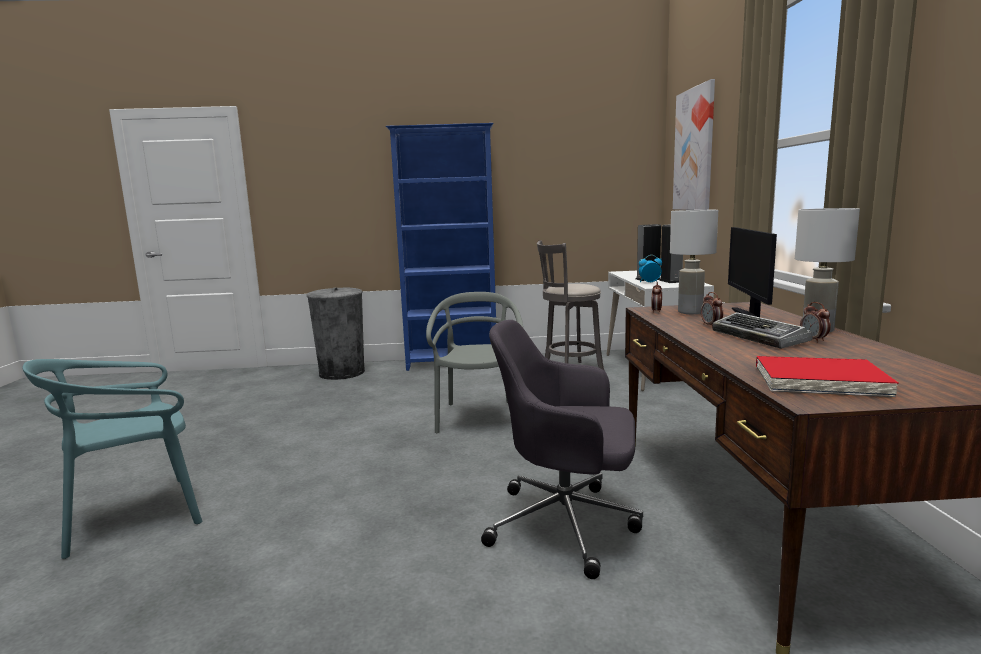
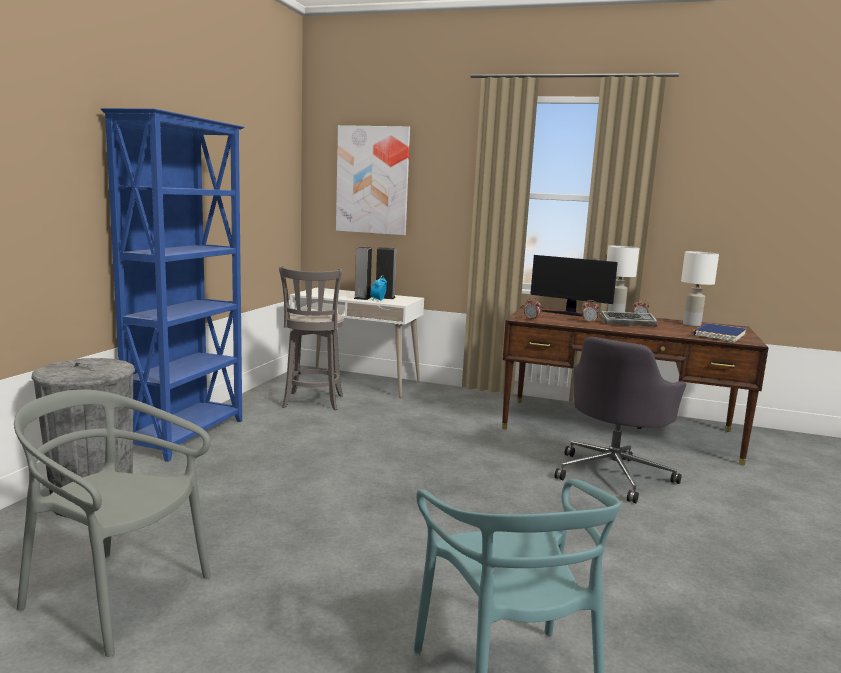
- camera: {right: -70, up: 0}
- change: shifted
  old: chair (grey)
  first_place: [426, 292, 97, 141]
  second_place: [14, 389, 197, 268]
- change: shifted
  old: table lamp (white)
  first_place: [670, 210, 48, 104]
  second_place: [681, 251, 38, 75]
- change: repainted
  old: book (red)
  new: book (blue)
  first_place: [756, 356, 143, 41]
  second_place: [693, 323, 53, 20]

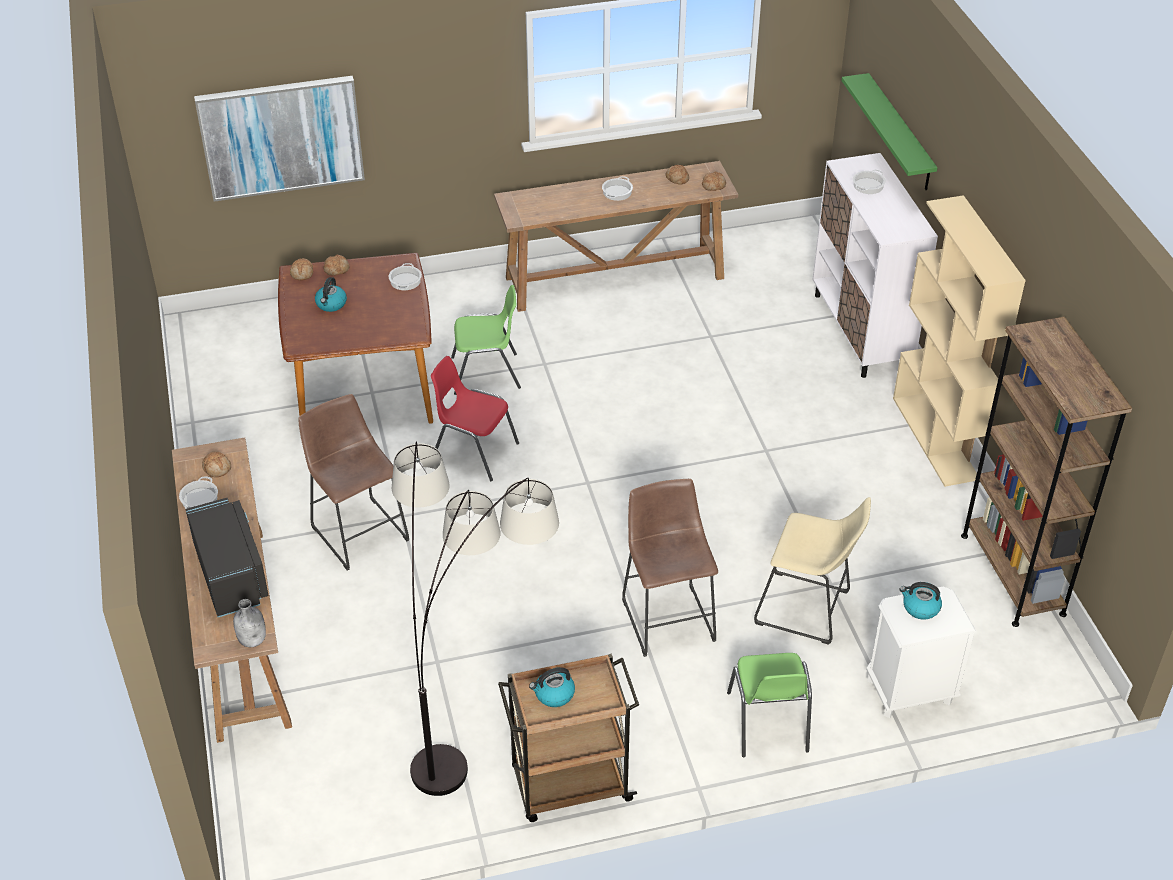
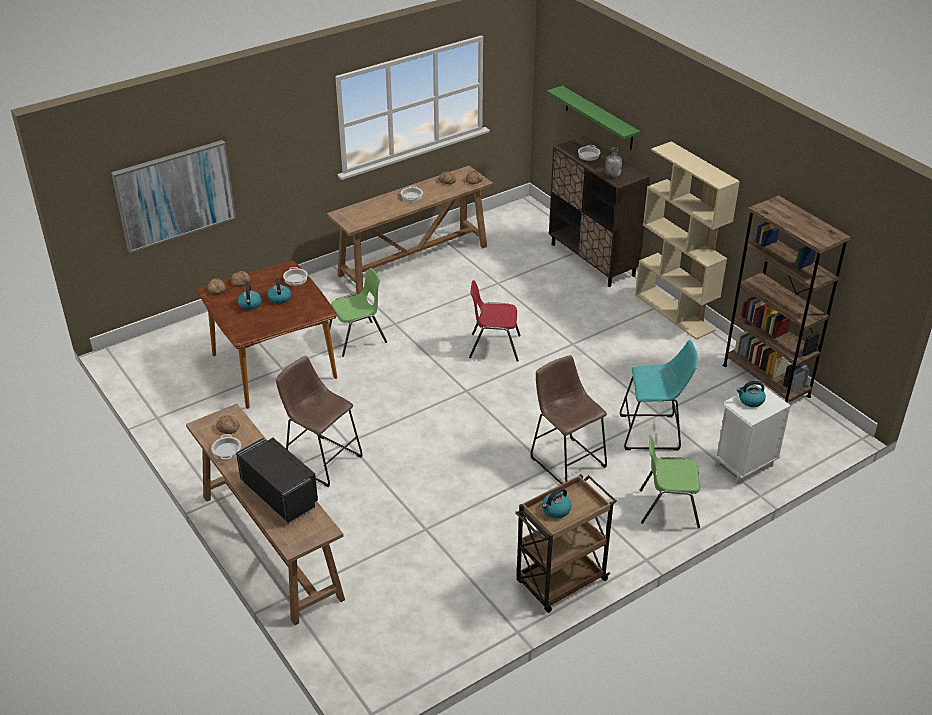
- camera: {right: -20, up: -5}
- change: gone
  old: floor lamp
  first_place: [392, 441, 167, 355]
- change: new
  new: kettle
  second_place: [267, 278, 24, 26]
- change: shifted
  old: bottle (grey)
  first_place: [233, 599, 33, 48]
  second_place: [605, 147, 17, 31]
- change: shifted
  old: chair (red)
  first_place: [431, 356, 88, 125]
  second_place: [469, 280, 52, 82]
- change: repainted
  old: stool (beige)
  new: stool (turquoise)
  first_place: [754, 497, 117, 148]
  second_place: [620, 340, 78, 111]
- change: repainted
  old: cabinet (white)
  new: cabinet (brown)
  first_place: [812, 153, 126, 225]
  second_place: [549, 136, 101, 151]
- change: rotated
  old: chair (green)
  first_place: [727, 653, 85, 104]
  second_place: [639, 435, 61, 93]
  degrees: 120

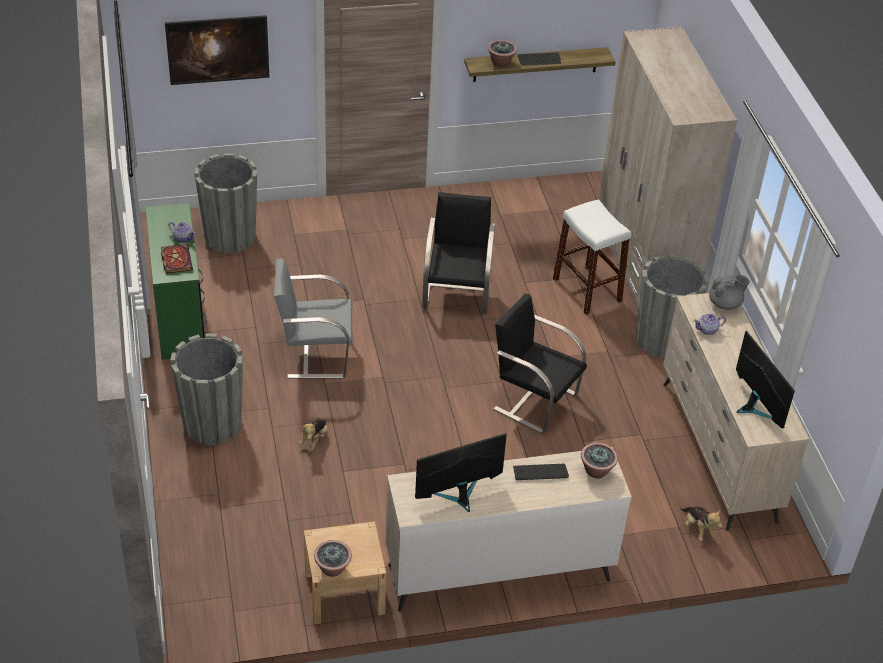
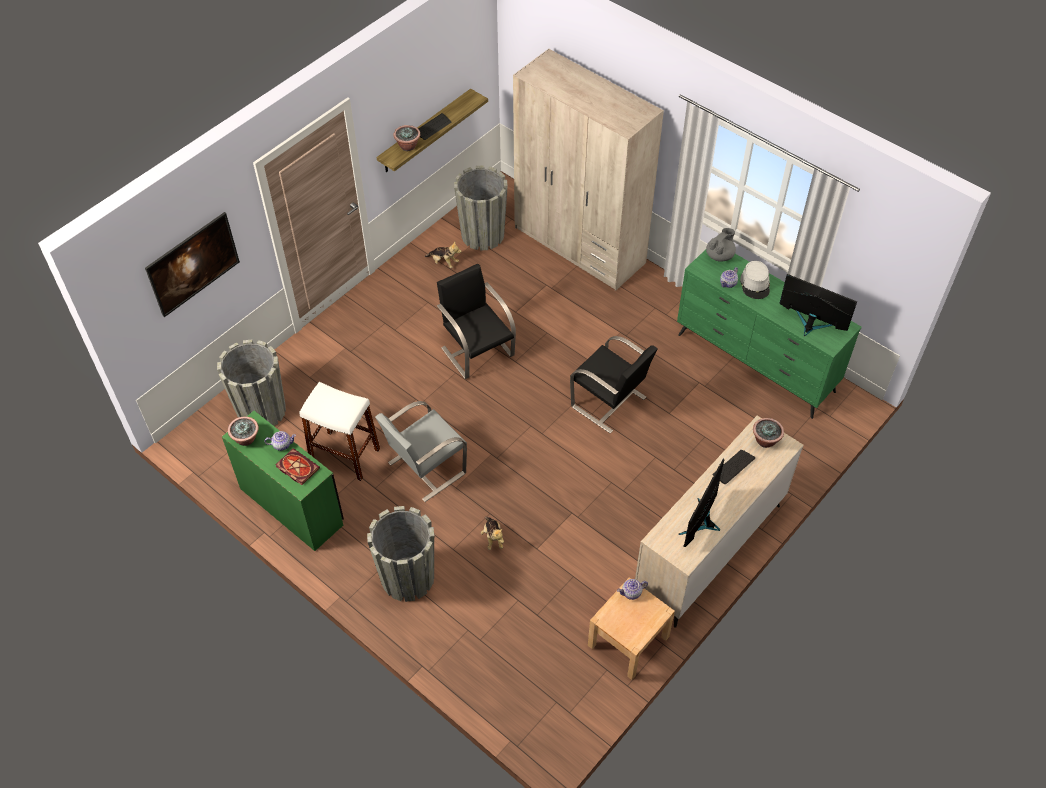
- camera: {right: -35, up: 10}
- change: new
  new: teapot
  second_place: [617, 579, 31, 21]
- change: new
  new: hat (grey)
  second_place: [740, 261, 30, 38]
- change: shifted
  old: potted plant
  first_place: [314, 540, 38, 37]
  second_place: [228, 416, 31, 30]
- change: shifted
  old: stool (white)
  first_place: [553, 199, 78, 116]
  second_place: [299, 382, 81, 99]
- change: shifted
  old: planter (grey)
  first_place: [636, 254, 73, 105]
  second_place: [454, 165, 54, 86]
- change: shifted
  old: plush toy
  first_place: [681, 507, 42, 34]
  second_place: [425, 242, 37, 26]
- change: repainted
  old: dresser (beige)
  new: dresser (green)
  first_place: [663, 293, 146, 238]
  second_place: [677, 250, 185, 169]
- change: rotated
  old: chair (black)
  first_place: [493, 294, 94, 140]
  second_place: [570, 336, 87, 97]
  degrees: -135

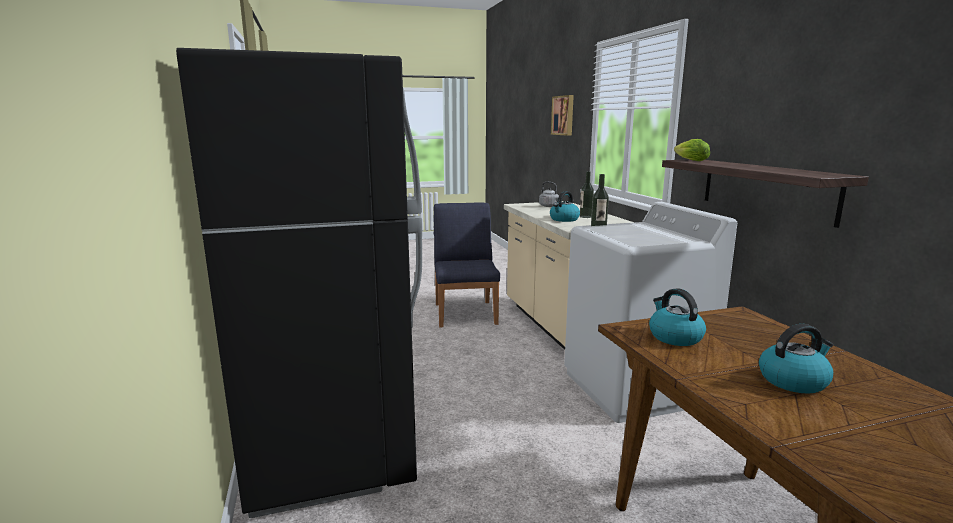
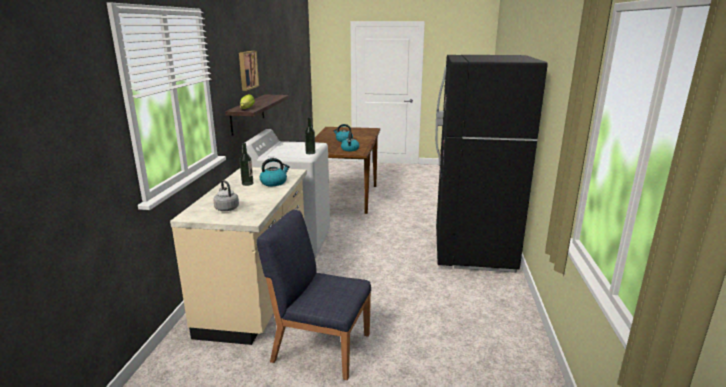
- camera: {right: -155, up: 5}
- change: shifted
  old: picture
  first_place: [551, 95, 23, 41]
  second_place: [239, 51, 20, 40]
- change: rotated
  old: chair (blue)
  first_place: [434, 202, 66, 125]
  second_place: [257, 209, 114, 171]
  degrees: 90

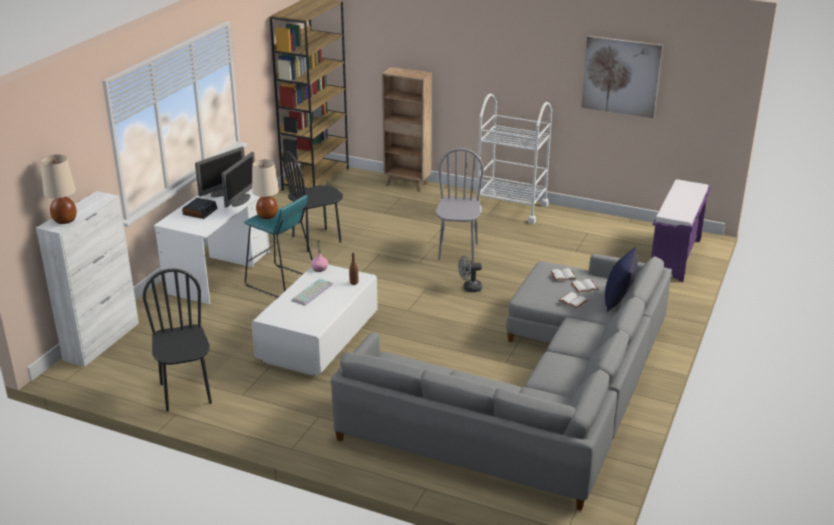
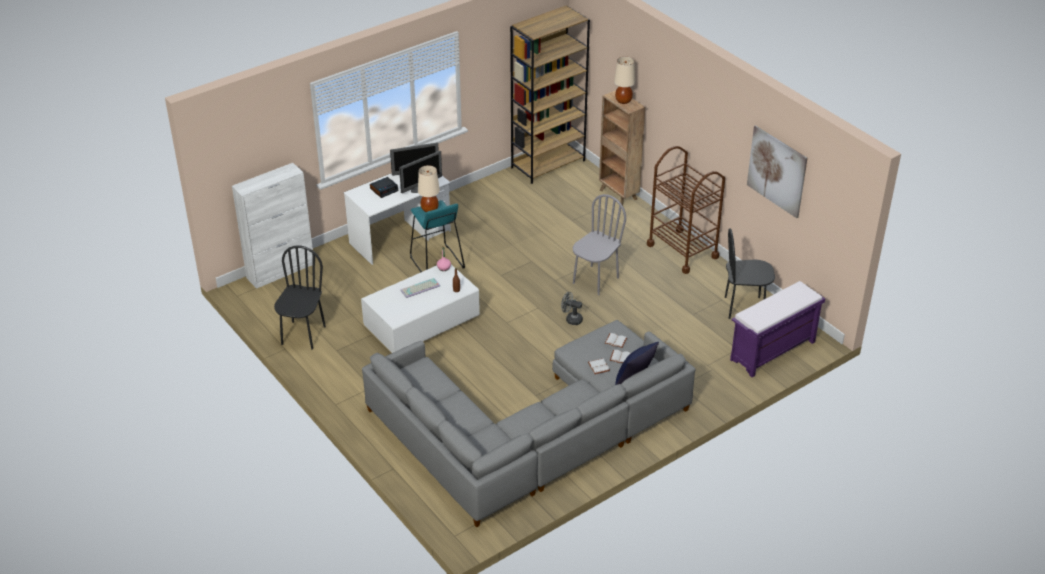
- camera: {right: 30, up: 10}
- change: shifted
  old: table lamp (beige)
  first_place: [41, 155, 36, 69]
  second_place: [614, 57, 21, 47]
- change: shifted
  old: chair (black)
  first_place: [283, 151, 60, 101]
  second_place: [725, 228, 50, 91]
- change: repainted
  old: cart (white)
  new: cart (brown)
  first_place: [477, 93, 75, 131]
  second_place: [647, 146, 78, 128]

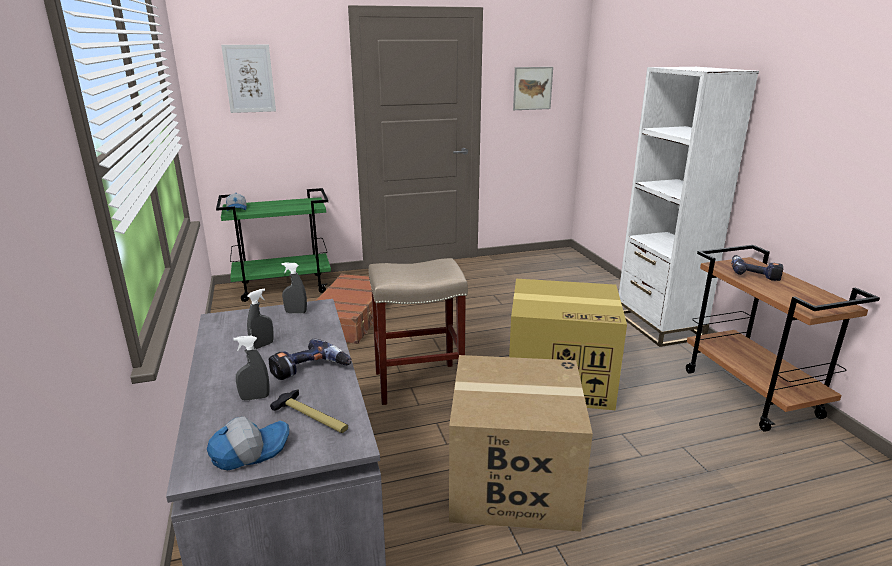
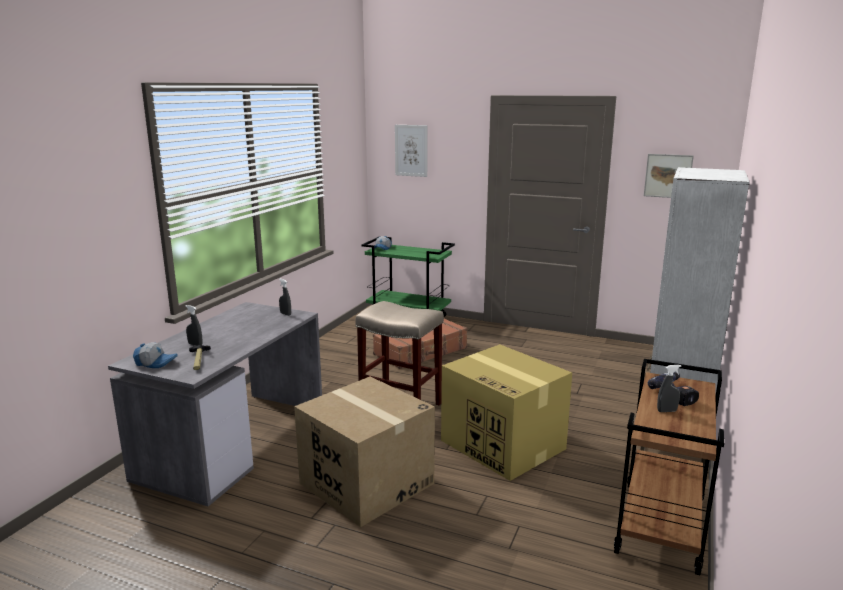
- camera: {right: 40, up: -5}
- change: gone
  old: power drill
  first_place: [269, 339, 83, 41]
- change: shifted
  old: spray bottle (grey)
  first_place: [247, 289, 27, 60]
  second_place: [657, 365, 25, 47]

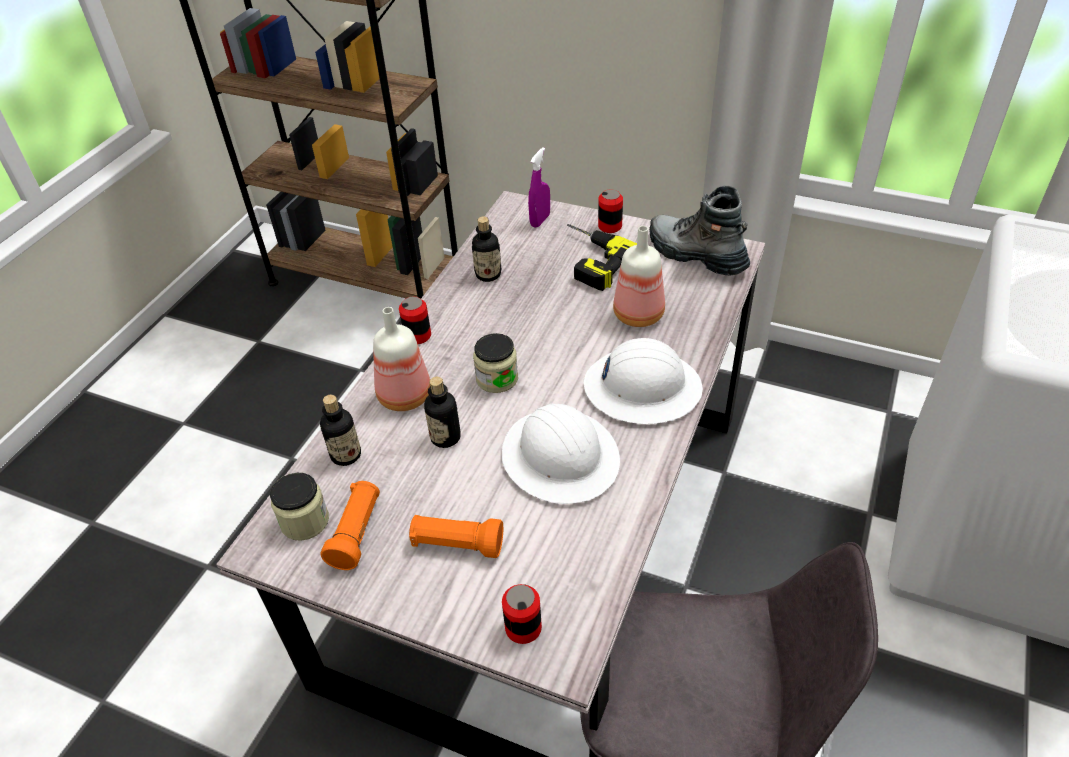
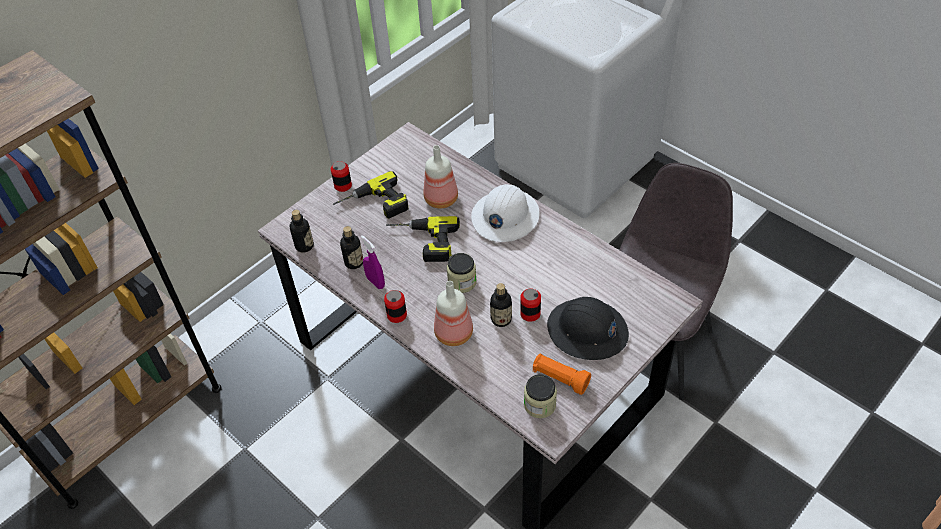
- camera: {right: -70, up: 5}
- change: gone
  old: hard hat (white)
  first_place: [502, 404, 118, 100]
- change: gone
  old: boot
  first_place: [649, 186, 101, 90]
- change: new
  new: power drill
  second_place: [386, 216, 74, 46]
- change: shifted
  old: bottle
  first_place: [320, 395, 41, 71]
  second_place: [289, 210, 25, 43]
- change: shifted
  old: can
  first_place: [502, 584, 40, 60]
  second_place: [520, 288, 21, 34]
- change: shifted
  old: spray bottle (purple)
  first_place: [528, 147, 22, 81]
  second_place: [361, 235, 24, 54]
- change: swapped
  old: flashlight (orange)
  new: hard hat (black)
  first_place: [409, 515, 94, 43]
  second_place: [547, 297, 82, 63]

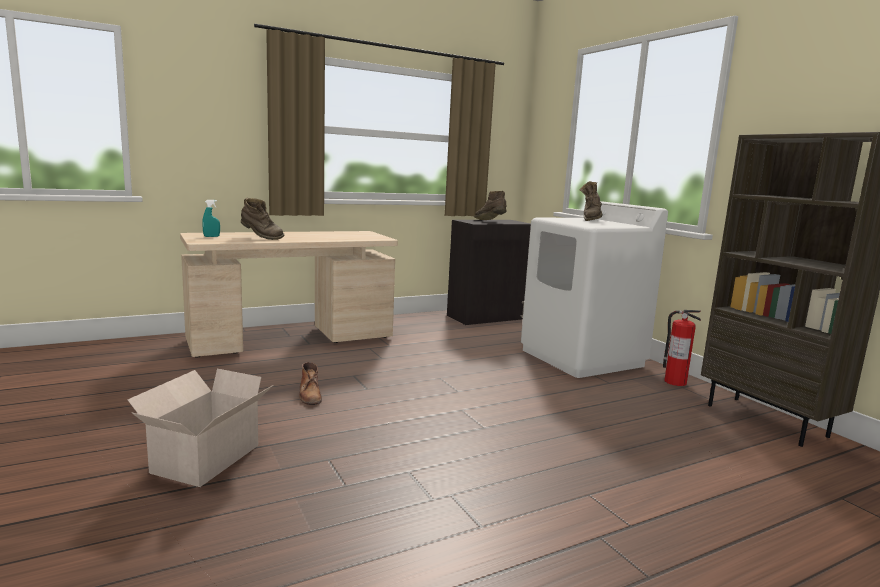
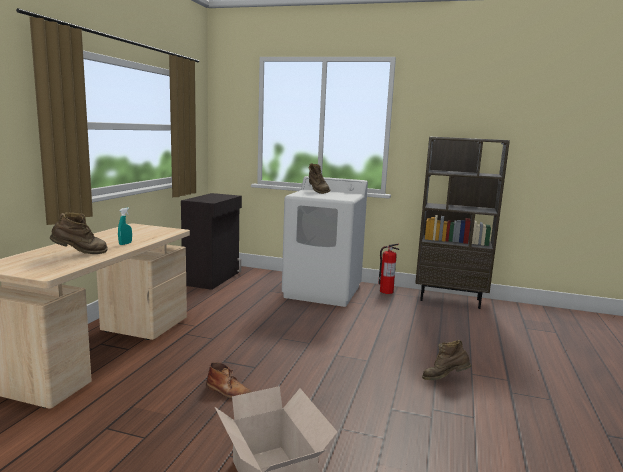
- camera: {right: -45, up: 0}
- change: shifted
  old: spray bottle (turquoise)
  first_place: [203, 200, 17, 37]
  second_place: [118, 208, 14, 37]
- change: shifted
  old: boot (brown)
  first_place: [474, 191, 32, 29]
  second_place: [422, 340, 50, 40]

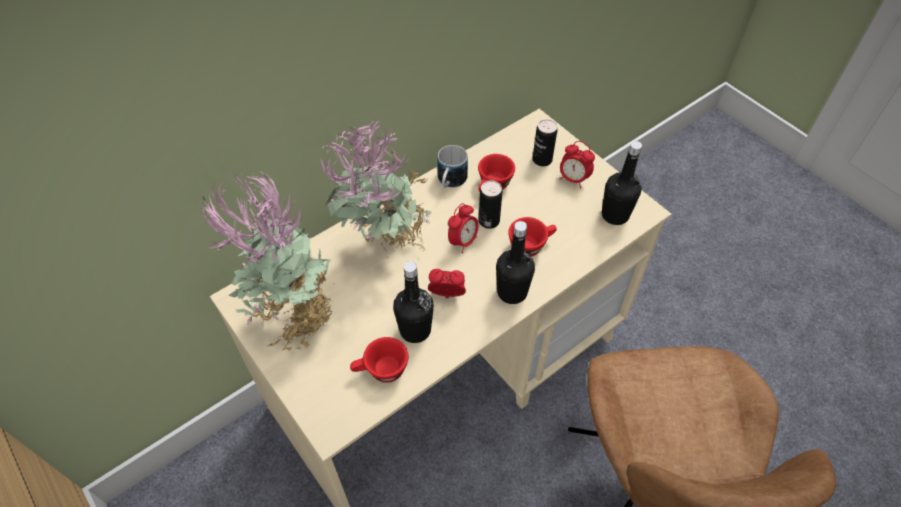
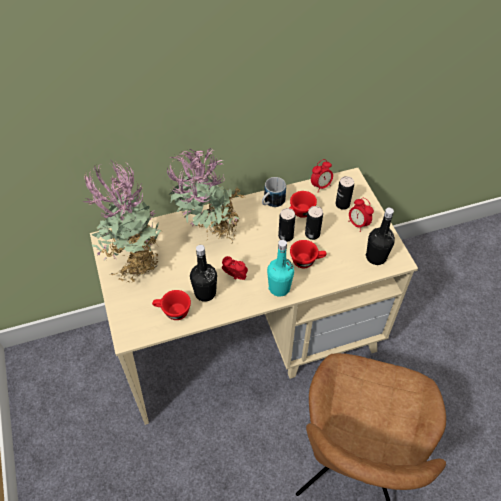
- camera: {right: 20, up: 0}
- change: new
  new: can
  second_place: [305, 206, 18, 34]
- change: shifted
  old: alarm clock
  first_place: [448, 203, 31, 50]
  second_place: [311, 159, 22, 33]
- change: repainted
  old: bottle (black)
  new: bottle (turquoise)
  first_place: [496, 221, 39, 83]
  second_place: [267, 240, 27, 57]

